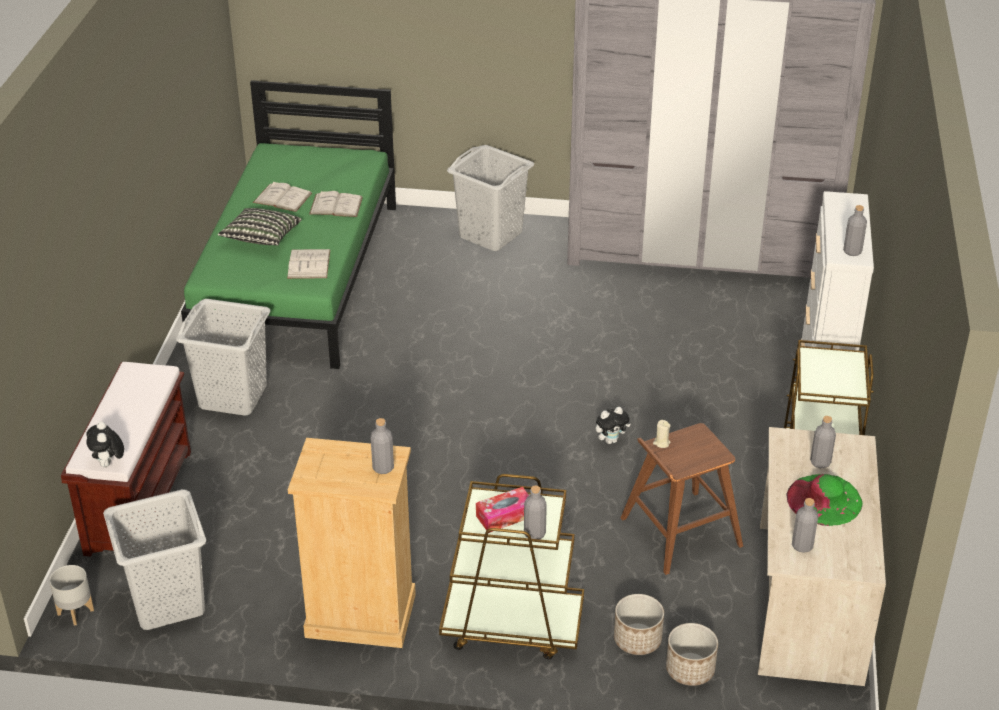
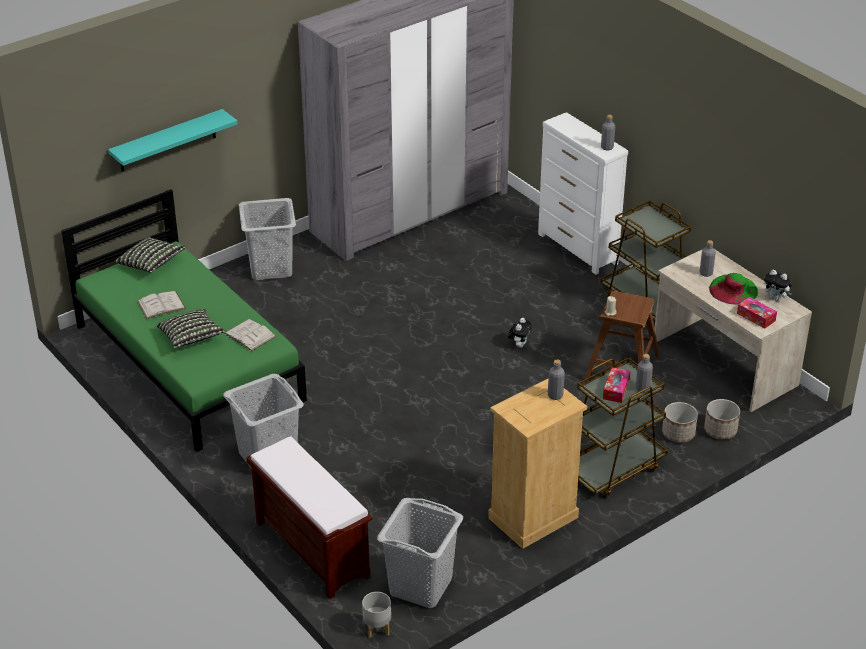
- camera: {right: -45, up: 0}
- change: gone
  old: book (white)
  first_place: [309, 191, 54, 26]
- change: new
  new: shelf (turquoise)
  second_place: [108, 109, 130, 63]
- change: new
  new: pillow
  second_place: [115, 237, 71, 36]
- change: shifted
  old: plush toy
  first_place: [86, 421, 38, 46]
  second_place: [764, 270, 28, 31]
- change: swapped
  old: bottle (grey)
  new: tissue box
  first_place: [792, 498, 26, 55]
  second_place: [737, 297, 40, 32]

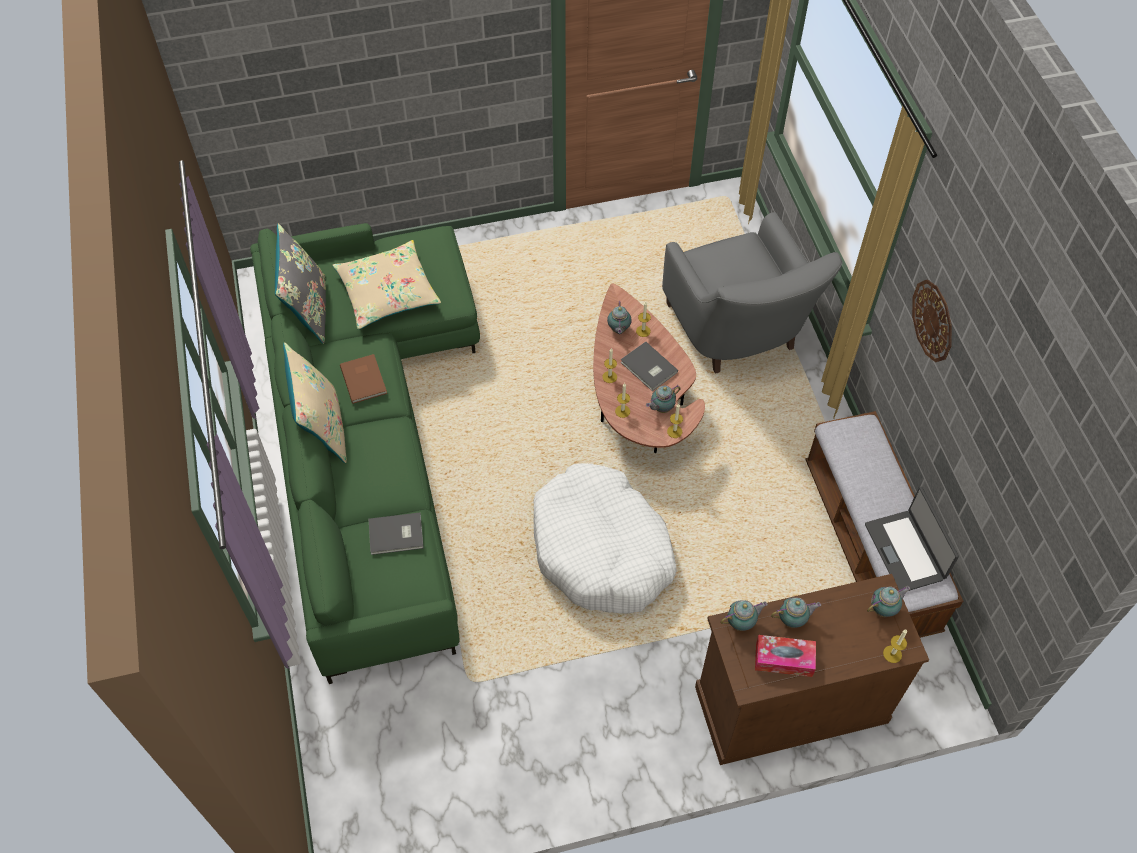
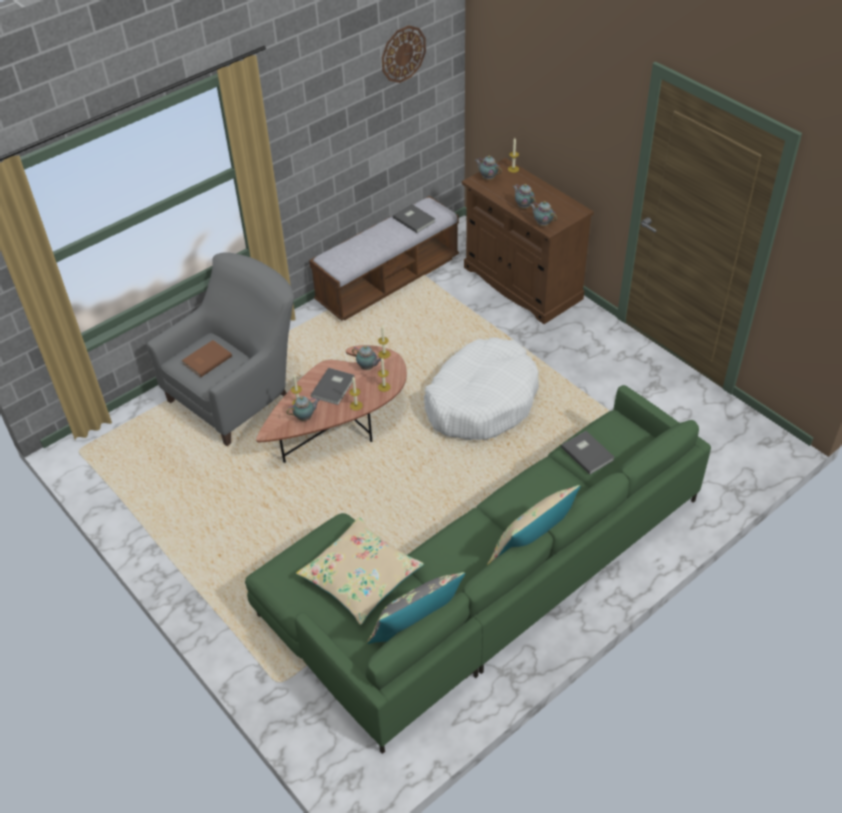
- camera: {right: -115, up: -10}
- change: gone
  old: tissue box
  first_place: [755, 635, 61, 42]
- change: shifted
  old: book (brown)
  first_place: [340, 354, 47, 50]
  second_place: [182, 340, 50, 37]
- change: shifted
  old: wall clock
  first_place: [912, 279, 40, 83]
  second_place: [382, 25, 44, 58]
- change: swapped
  old: laptop
  new: book (grey)
  first_place: [865, 487, 94, 104]
  second_place: [393, 204, 43, 29]

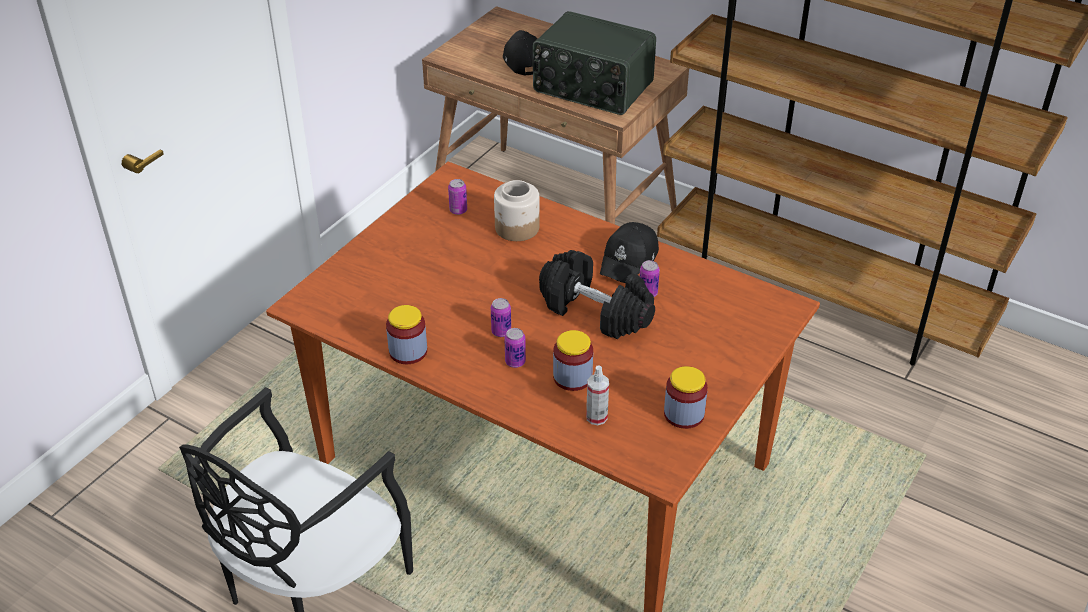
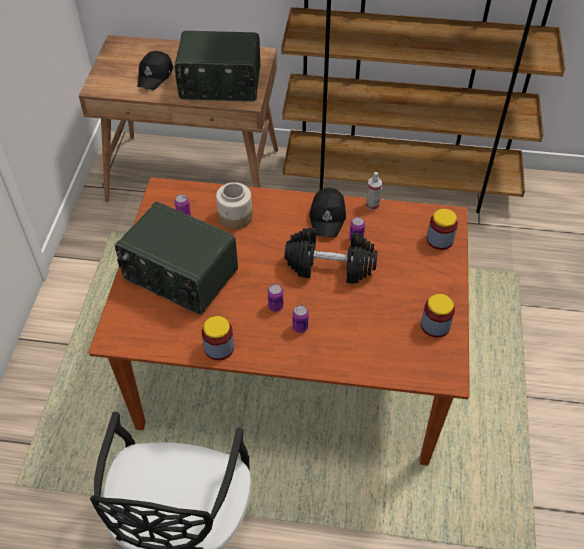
- camera: {right: -25, up: 10}
- change: new
  new: radio
  second_place: [115, 202, 123, 113]
- change: shifted
  old: jar
  first_place: [553, 330, 40, 61]
  second_place: [427, 209, 31, 41]
- change: shifted
  old: spray bottle
  first_place: [586, 365, 23, 60]
  second_place: [366, 172, 16, 38]
- change: rotated
  old: cap (black)
  first_place: [503, 30, 34, 45]
  second_place: [137, 51, 36, 39]
  degrees: -120

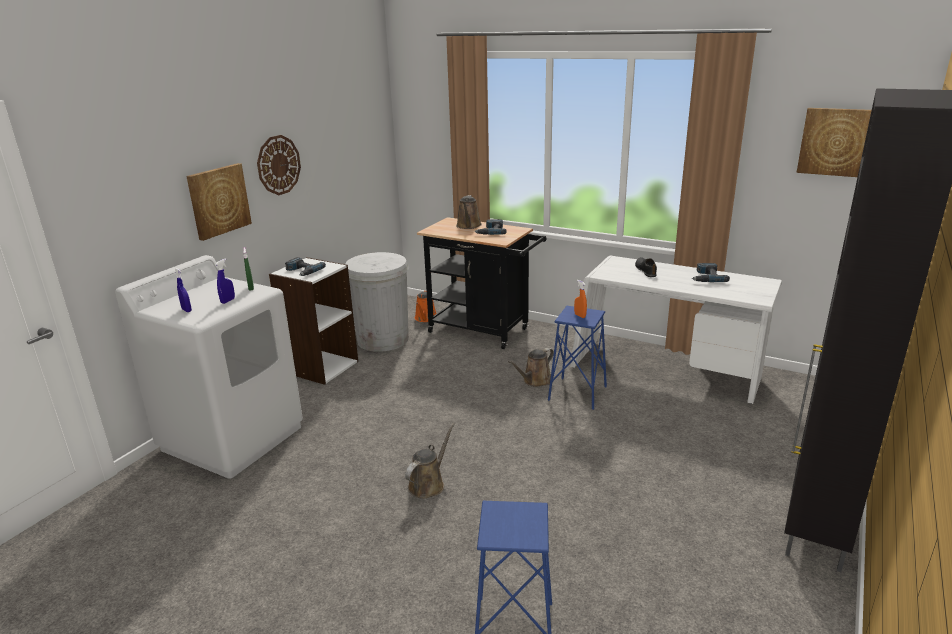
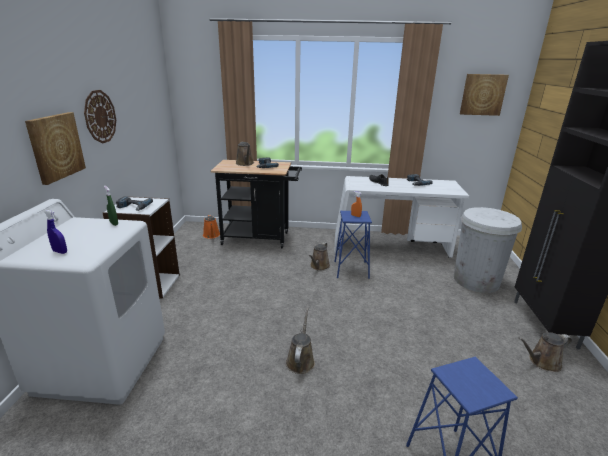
- camera: {right: -25, up: 0}
- change: gone
  old: spray bottle (blue)
  first_place: [215, 259, 20, 45]
- change: new
  new: watering can (brown)
  second_place: [518, 332, 54, 40]
- change: shifted
  old: trash can (white)
  first_place: [345, 252, 64, 100]
  second_place: [454, 207, 68, 86]

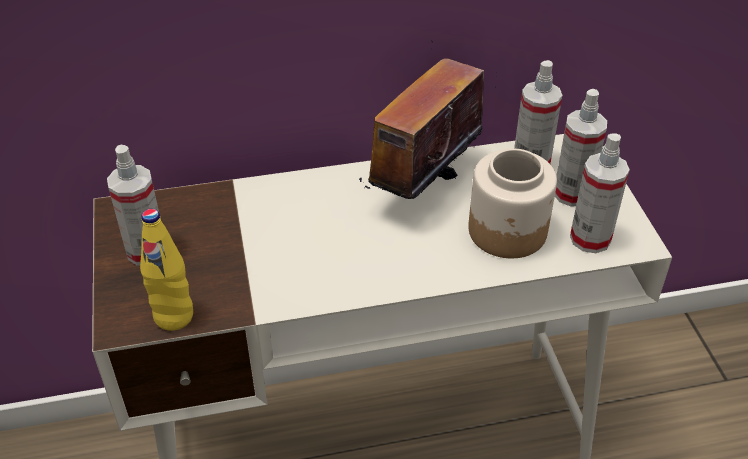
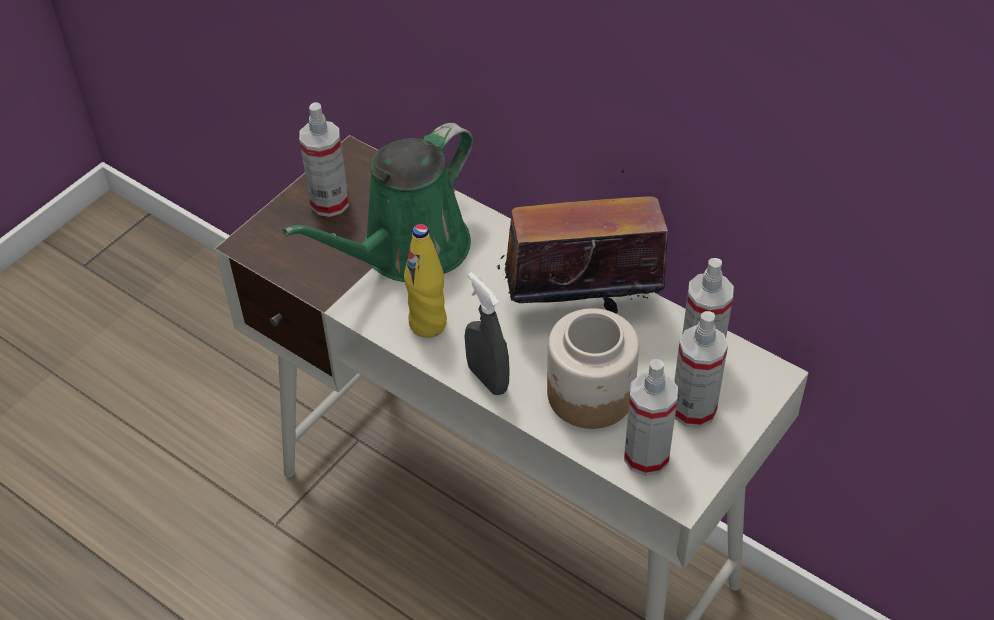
- camera: {right: 50, up: 5}
- change: new
  new: watering can (green)
  second_place: [283, 123, 190, 159]
- change: new
  new: spray bottle (grey)
  second_place: [464, 272, 46, 123]
- change: shifted
  old: bottle (yellow)
  first_place: [140, 209, 53, 122]
  second_place: [404, 224, 43, 114]

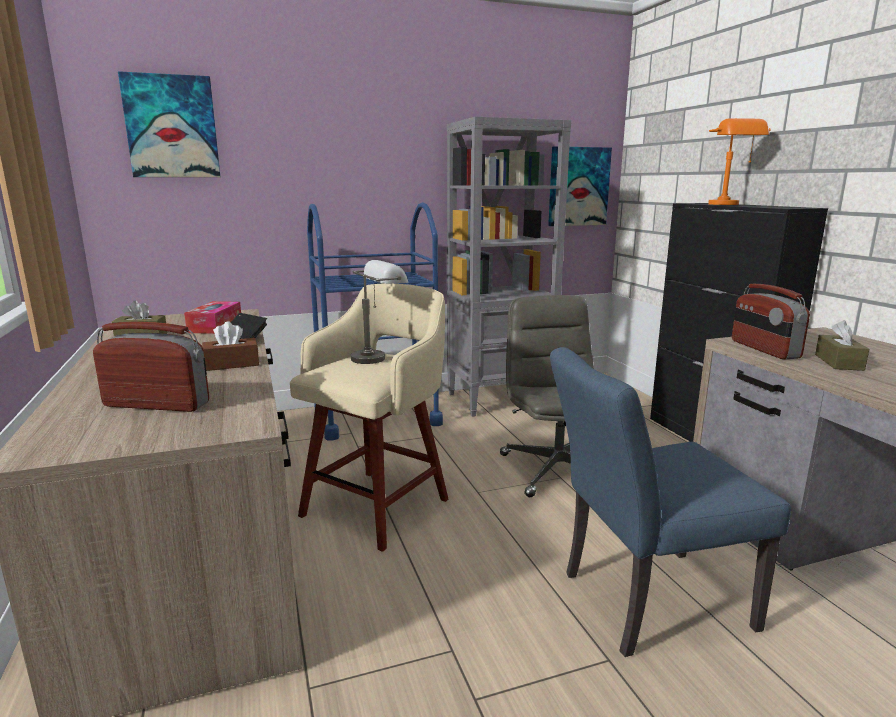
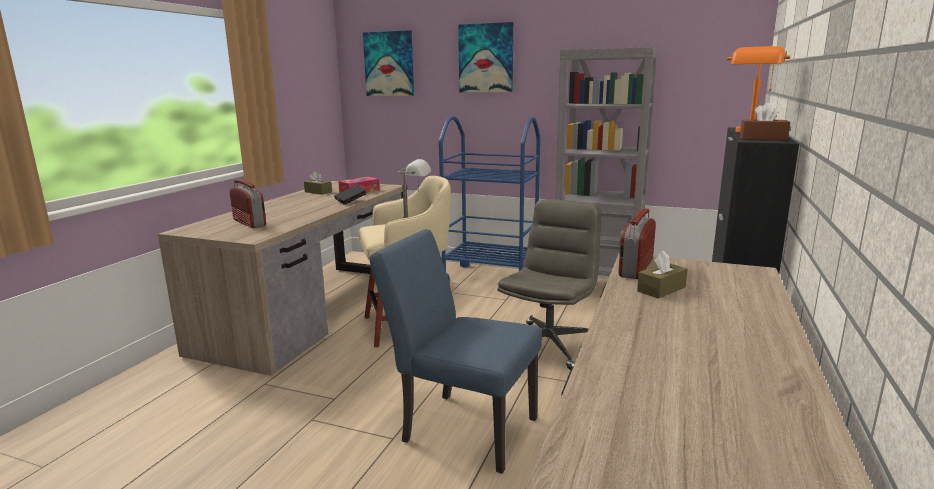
- camera: {right: 40, up: 0}
- change: shifted
  old: tissue box (brown)
  first_place: [202, 322, 57, 49]
  second_place: [740, 103, 50, 37]
- change: shifted
  old: picture
  first_place: [548, 146, 64, 80]
  second_place: [458, 22, 55, 71]

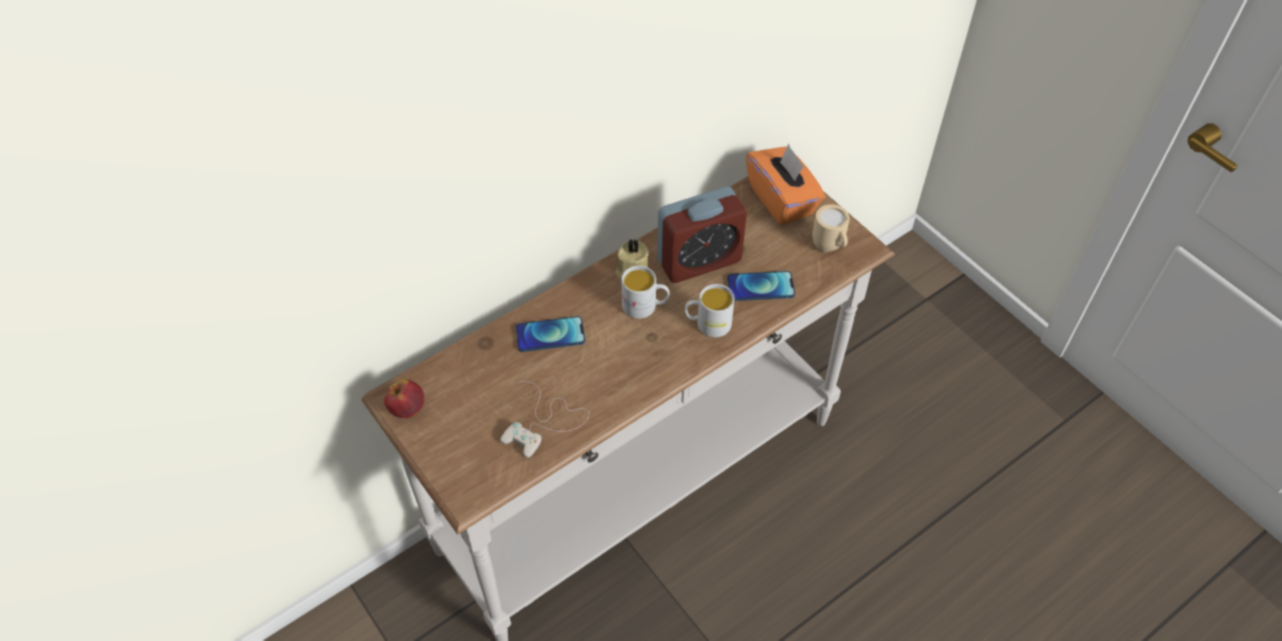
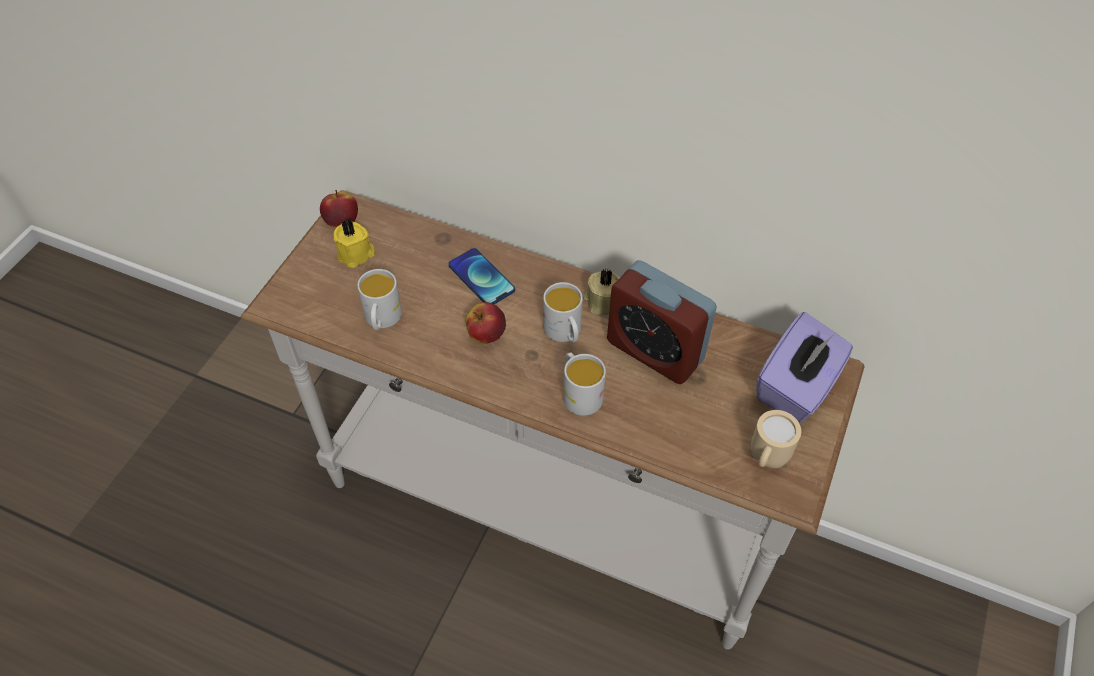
- camera: {right: 60, up: 0}
- change: gone
  old: phone
  first_place: [727, 271, 68, 30]
- change: new
  new: candle (yellow)
  second_place: [334, 219, 41, 49]
- change: new
  new: apple
  second_place: [465, 302, 41, 42]
- change: swapped
  old: game controller (white)
  new: mug (white)
  first_place: [500, 381, 89, 77]
  second_place: [357, 269, 45, 61]
- change: repainted
  old: tissue box (orange)
  new: tissue box (purple)
  first_place: [746, 143, 79, 83]
  second_place: [756, 312, 97, 111]

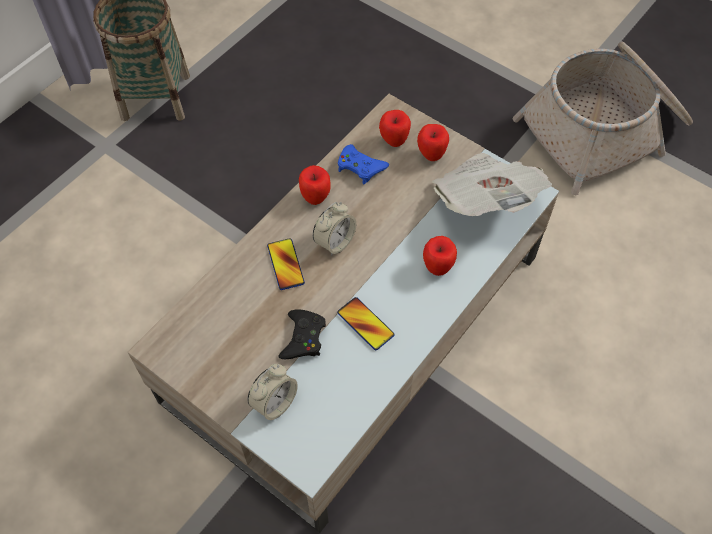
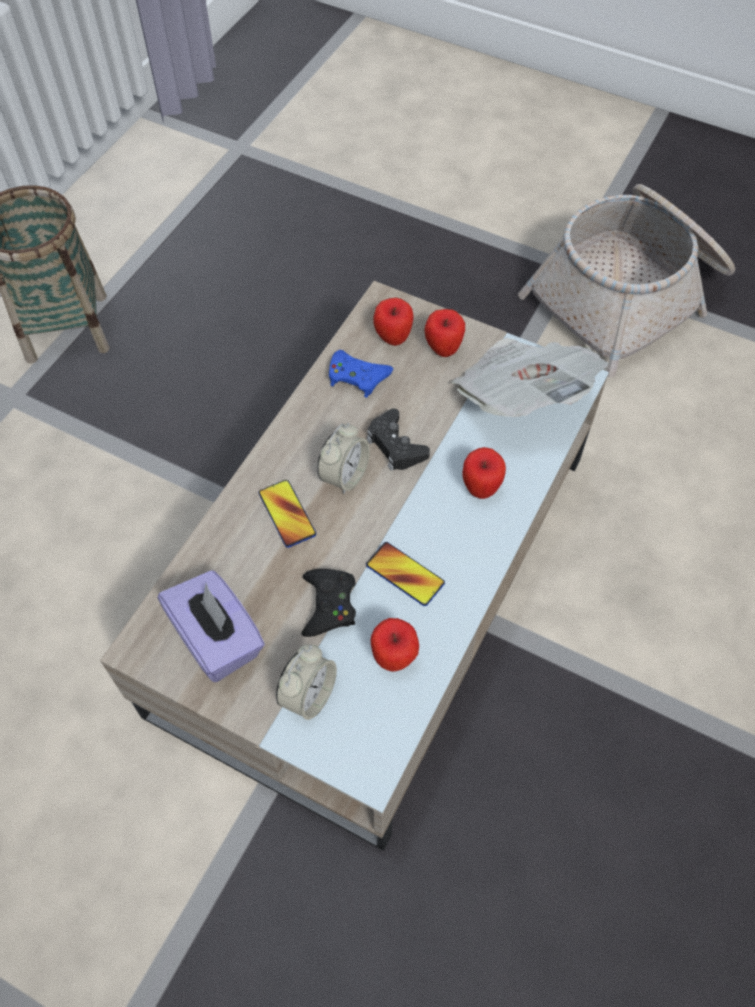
- camera: {right: -10, up: 0}
- change: new
  new: tissue box (purple)
  second_place: [158, 570, 107, 112]
- change: new
  new: game controller (black)
  second_place: [367, 408, 63, 63]
- change: shifted
  old: apple
  first_place: [299, 165, 32, 40]
  second_place: [371, 618, 48, 54]

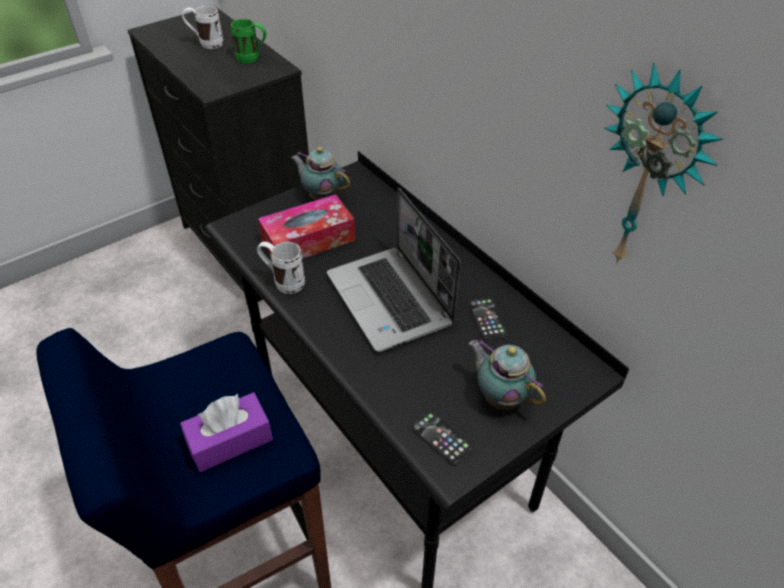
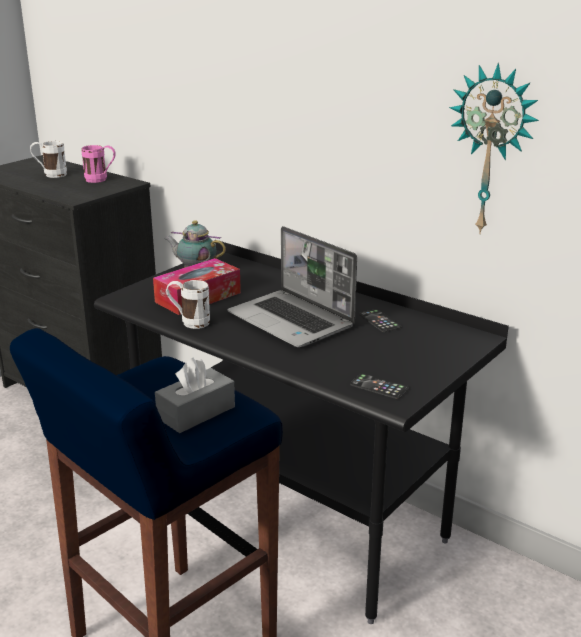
- camera: {right: -15, up: -20}
- change: gone
  old: teapot
  first_place: [469, 340, 77, 70]
- change: repainted
  old: tissue box (purple)
  new: tissue box (grey)
  first_place: [180, 392, 93, 80]
  second_place: [155, 358, 80, 75]
- change: repainted
  old: mug (green)
  new: mug (pink)
  first_place: [231, 19, 35, 44]
  second_place: [82, 145, 34, 38]

